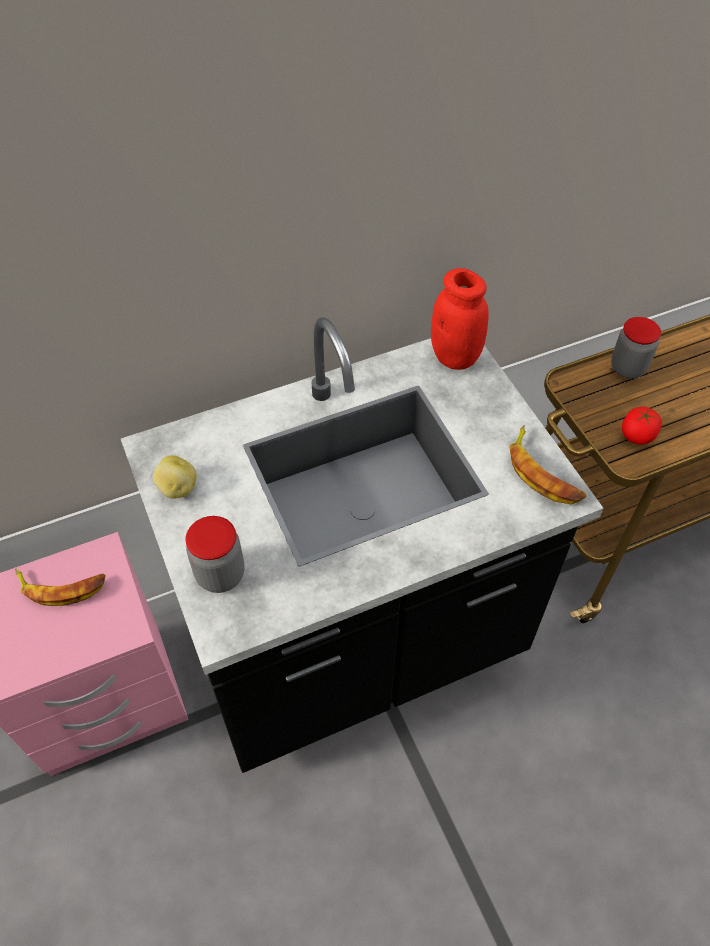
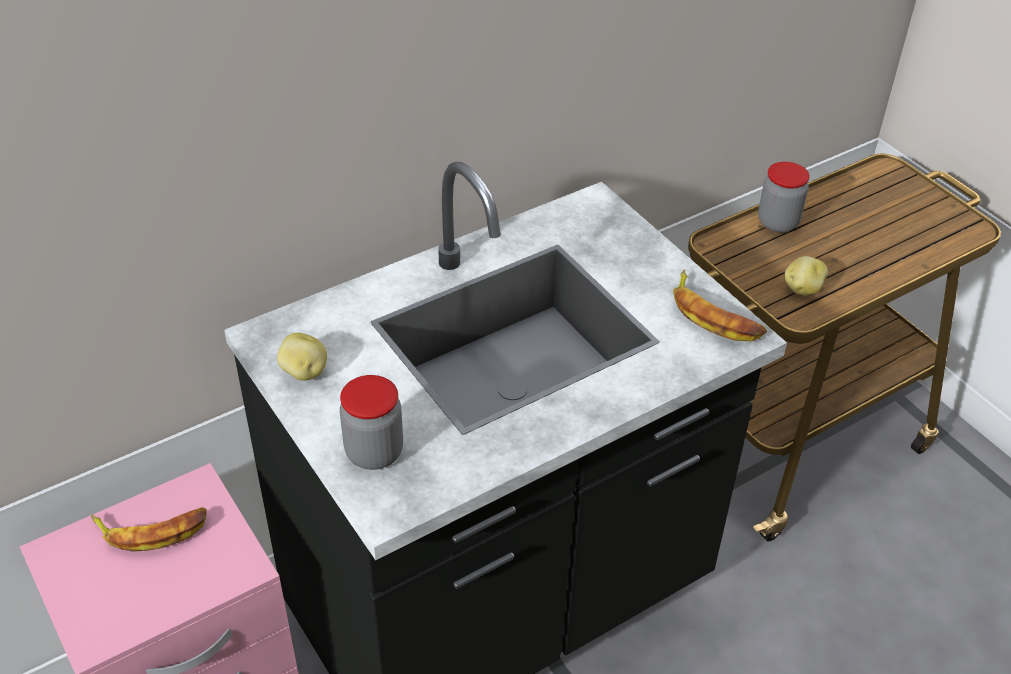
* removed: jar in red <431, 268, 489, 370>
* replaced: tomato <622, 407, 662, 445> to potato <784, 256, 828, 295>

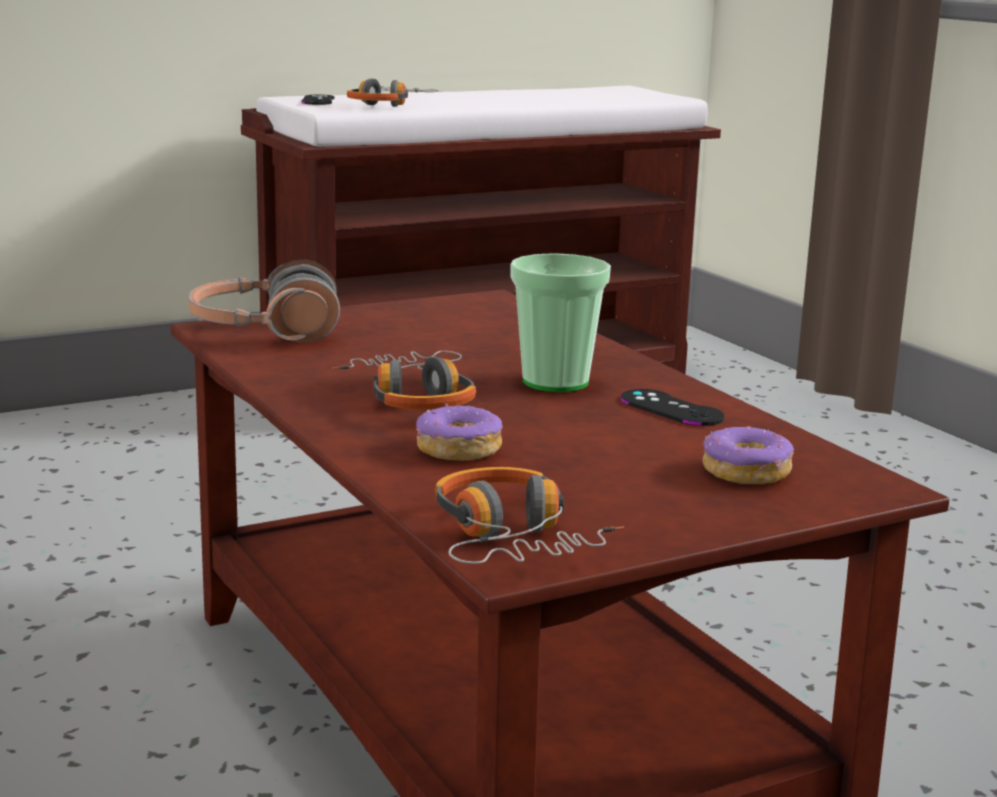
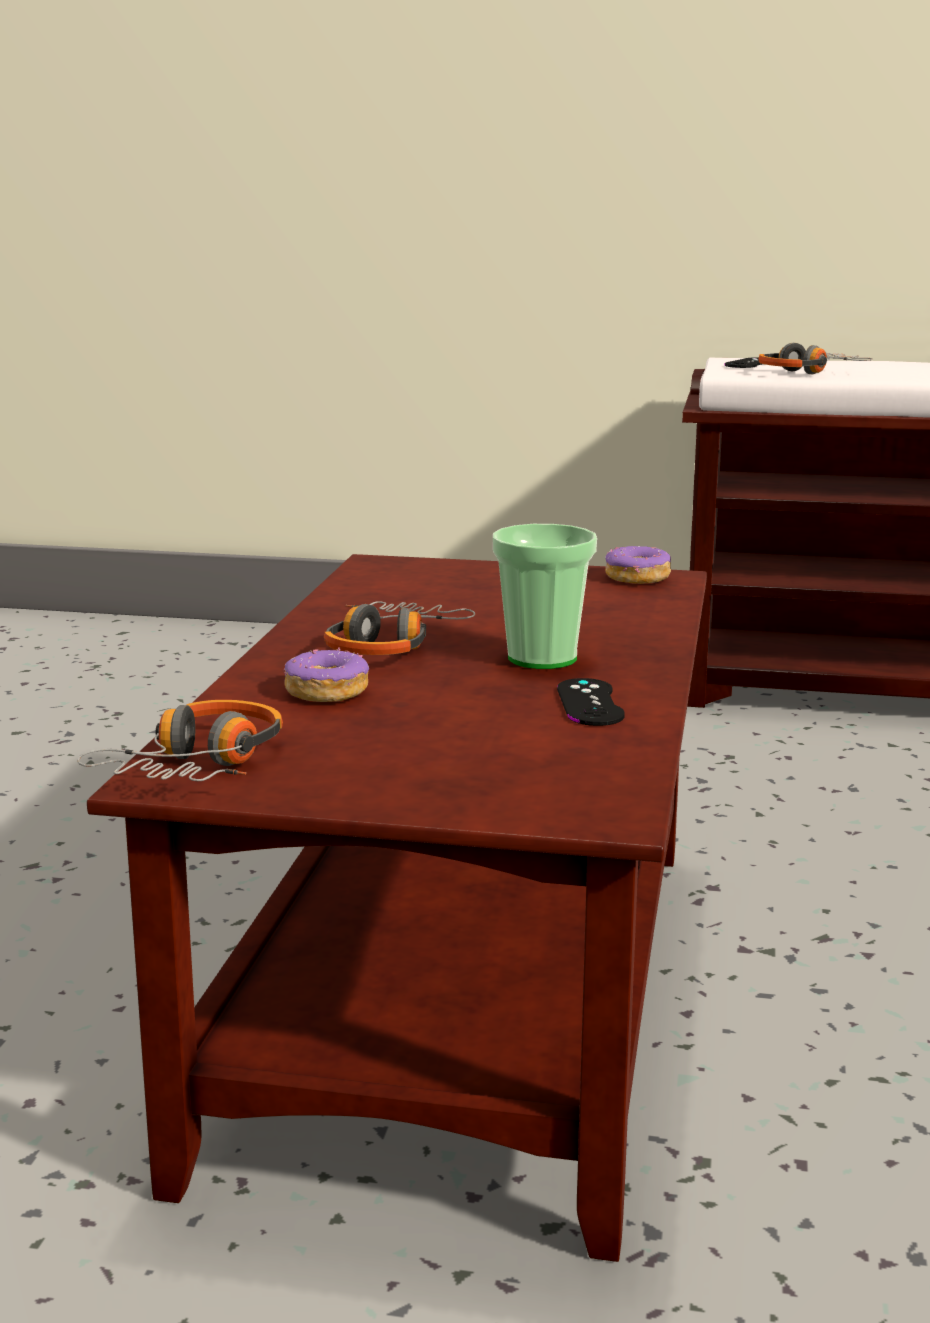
* removed: headphones <189, 259, 340, 343>
* moved: donut <703, 426, 794, 484> to <605, 546, 671, 584>

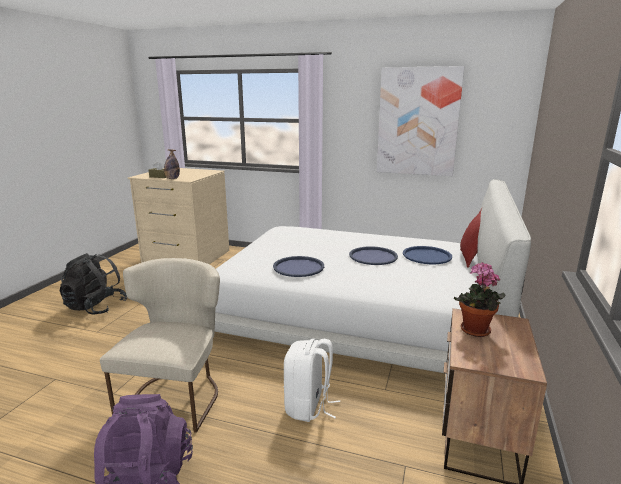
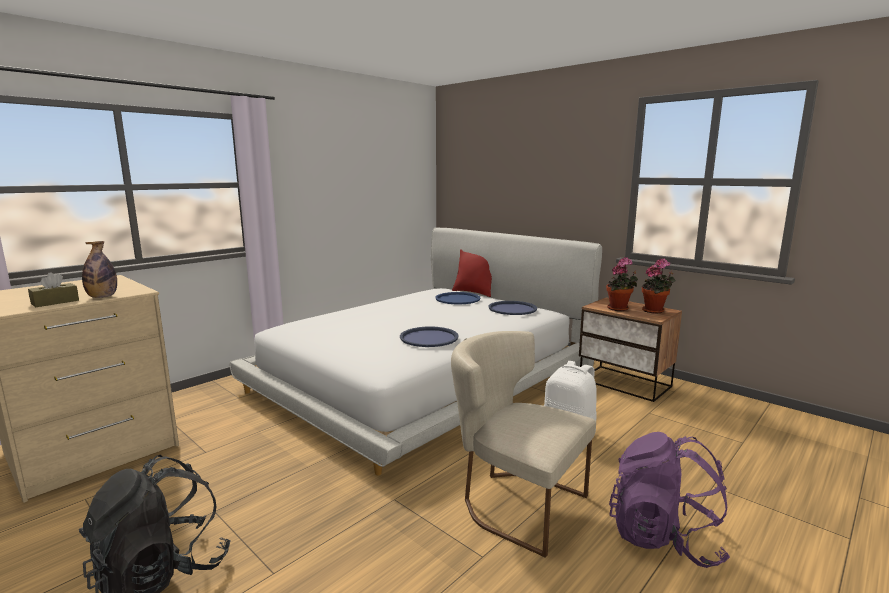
* removed: picture <377, 66, 464, 176>
* moved: tray in blue <349, 246, 398, 265> to <488, 301, 537, 315>
* added: potted plant <642, 258, 676, 314>

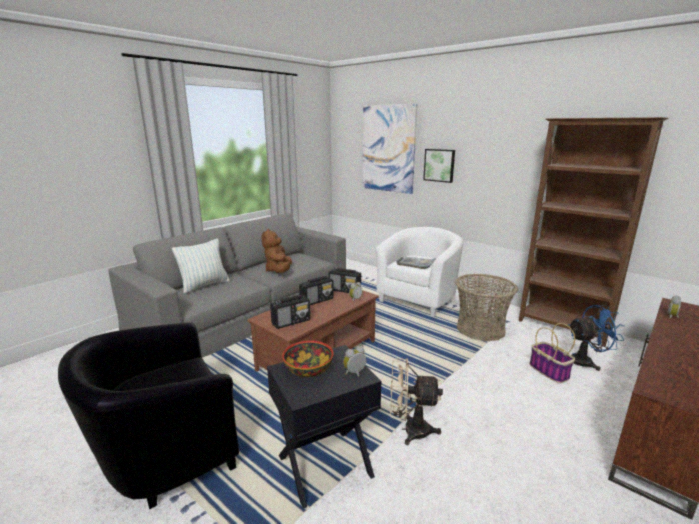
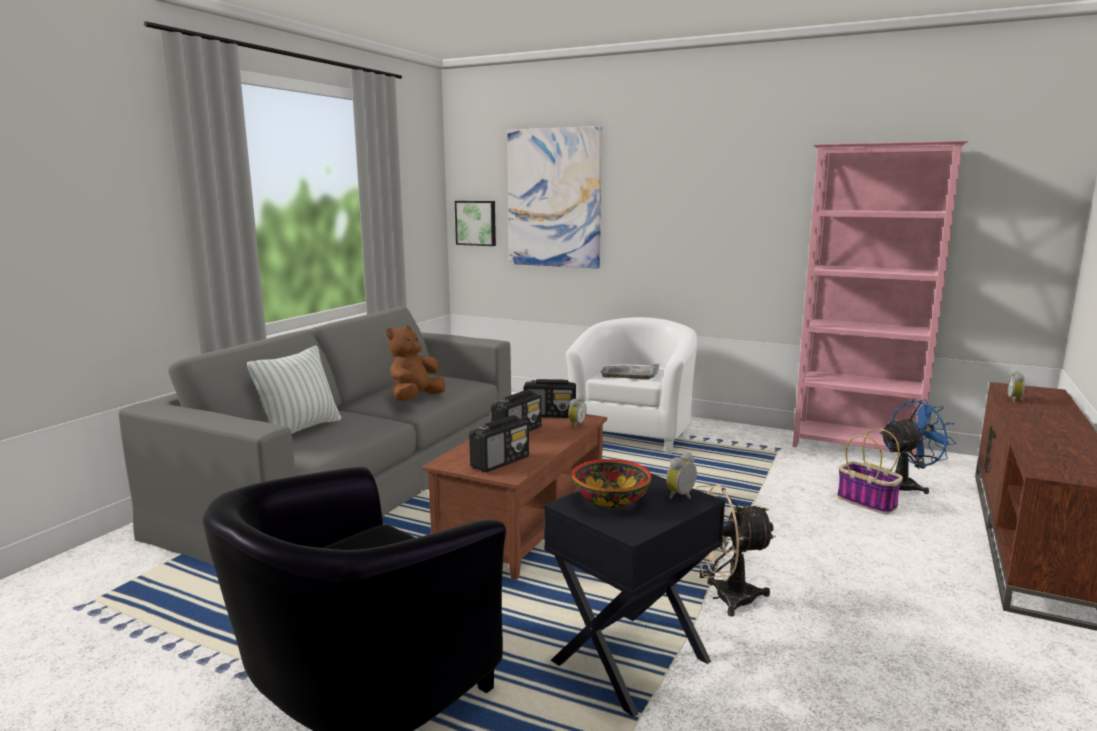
* recoloured: bookcase in brown <519, 117, 668, 346> to bookcase in pink <792, 140, 969, 464>
* moved: picture <423, 149, 455, 183> to <455, 201, 496, 246>
* turned: plush toy in brown <261, 229, 292, 273> = <386, 325, 446, 401> 45 degrees clockwise
* removed: basket <455, 273, 518, 341>

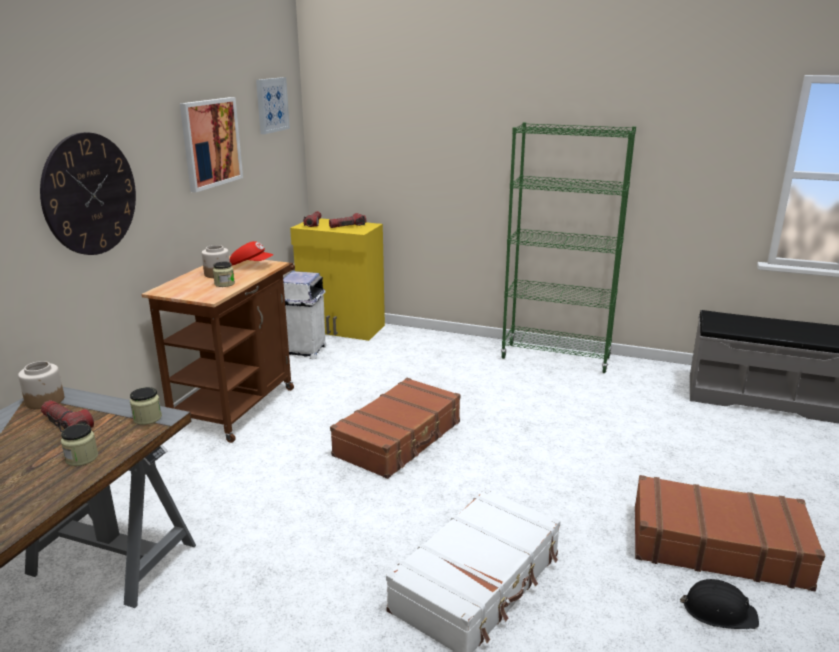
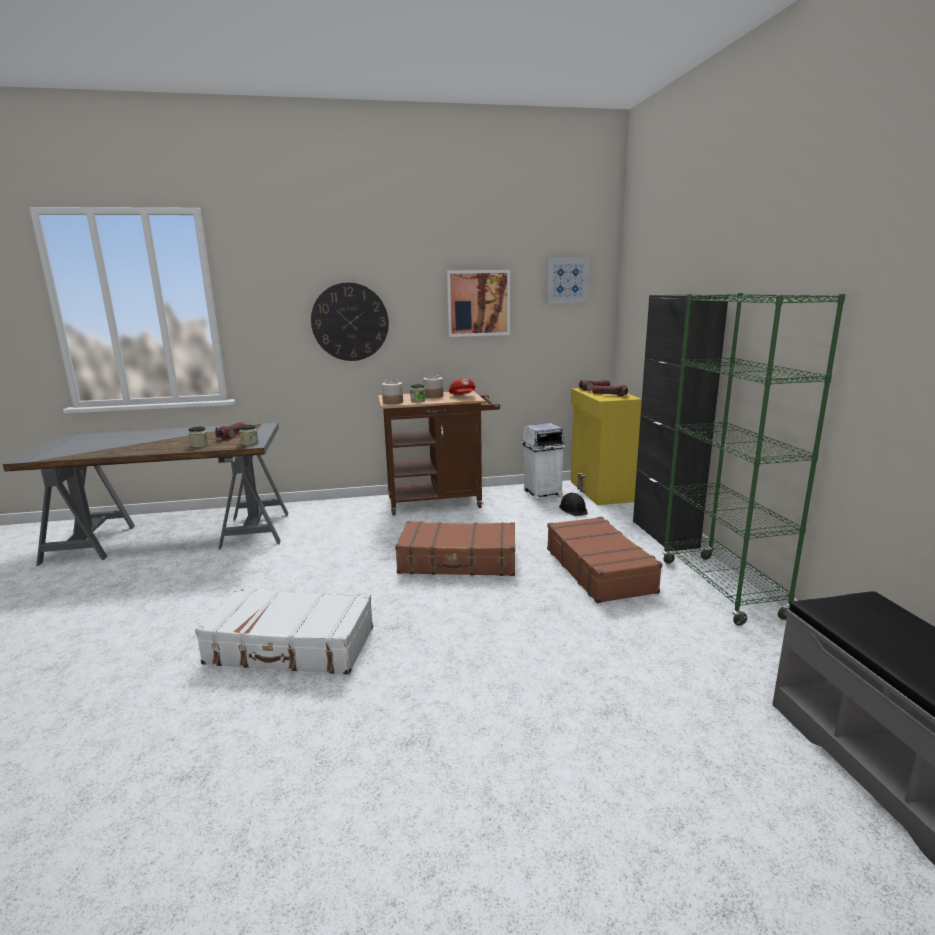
* moved: jar <18, 361, 64, 409> to <382, 379, 403, 404>
* moved: suitcase in brown <635, 475, 825, 591> to <547, 517, 663, 603>
* moved: hard hat in black <680, 579, 759, 629> to <559, 493, 588, 516>
* added: cabinet in black <633, 294, 728, 552>

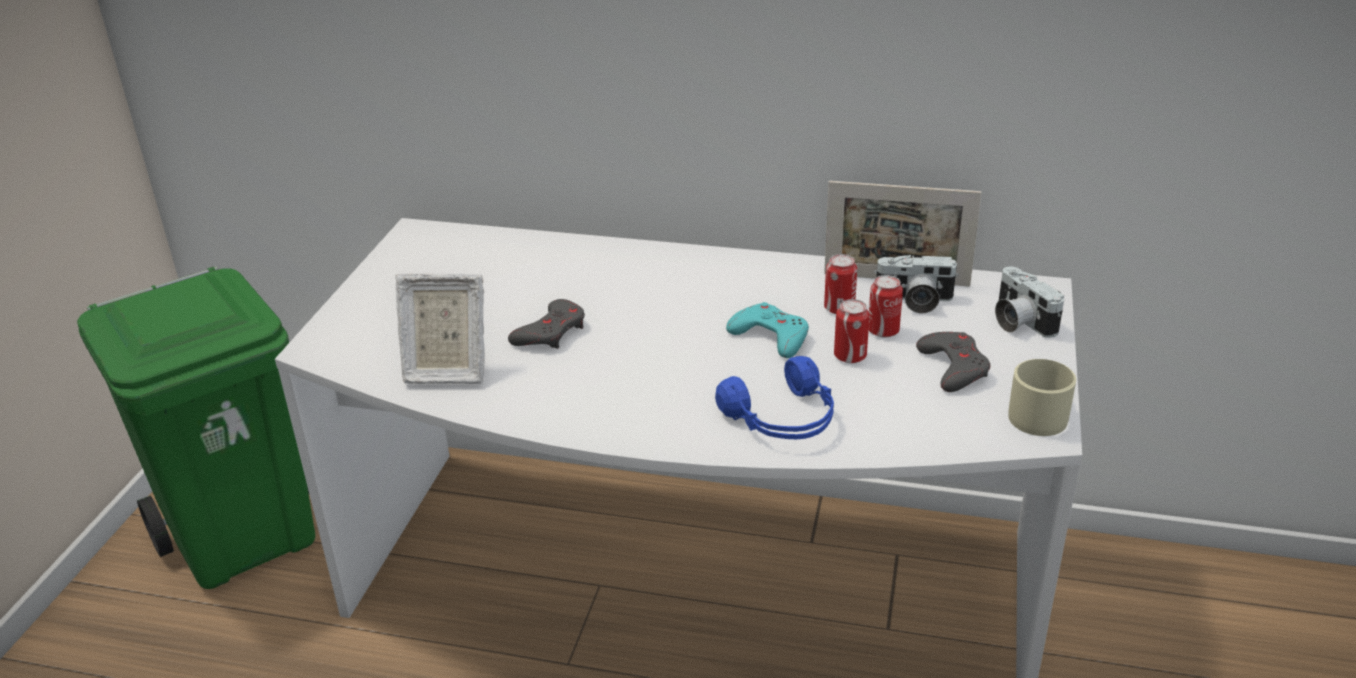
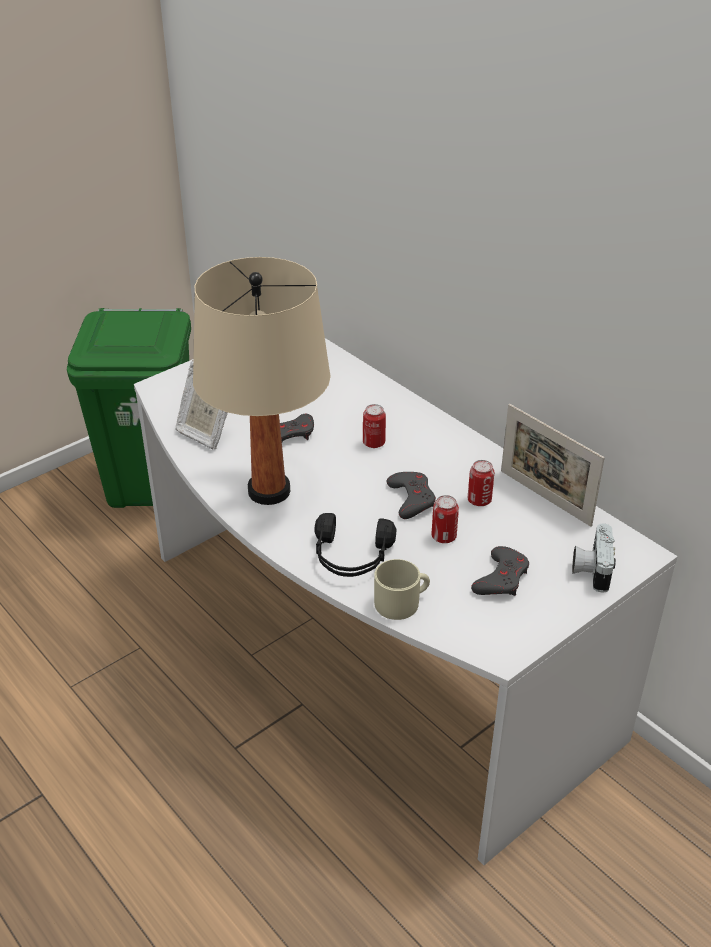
* removed: photo camera <874, 255, 959, 314>
* moved: can <869, 275, 903, 337> to <363, 404, 386, 448>
* recoloured: game controller in turquoise <726, 302, 809, 358> to game controller in grey <386, 472, 436, 519>
* recoloured: headphones in blue <715, 356, 834, 439> to headphones in black <314, 513, 396, 577>
* moved: mug in beige <1008, 359, 1076, 436> to <374, 559, 430, 620>
* added: table lamp in beige <193, 257, 331, 505>

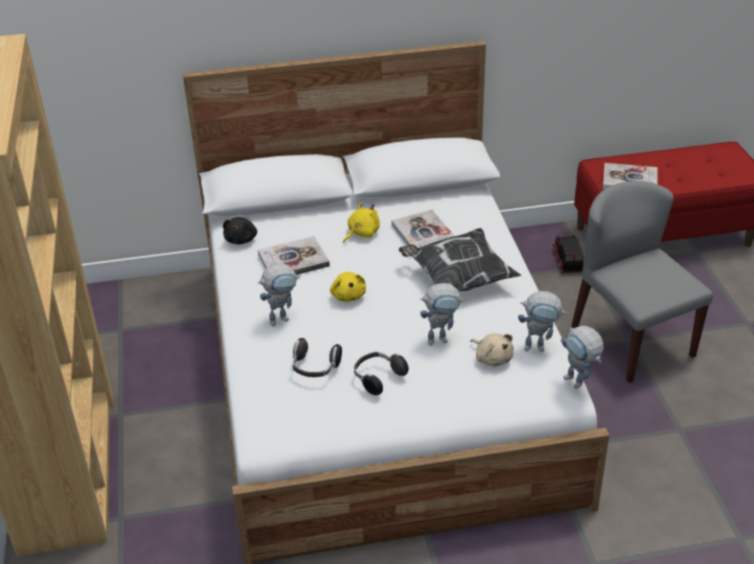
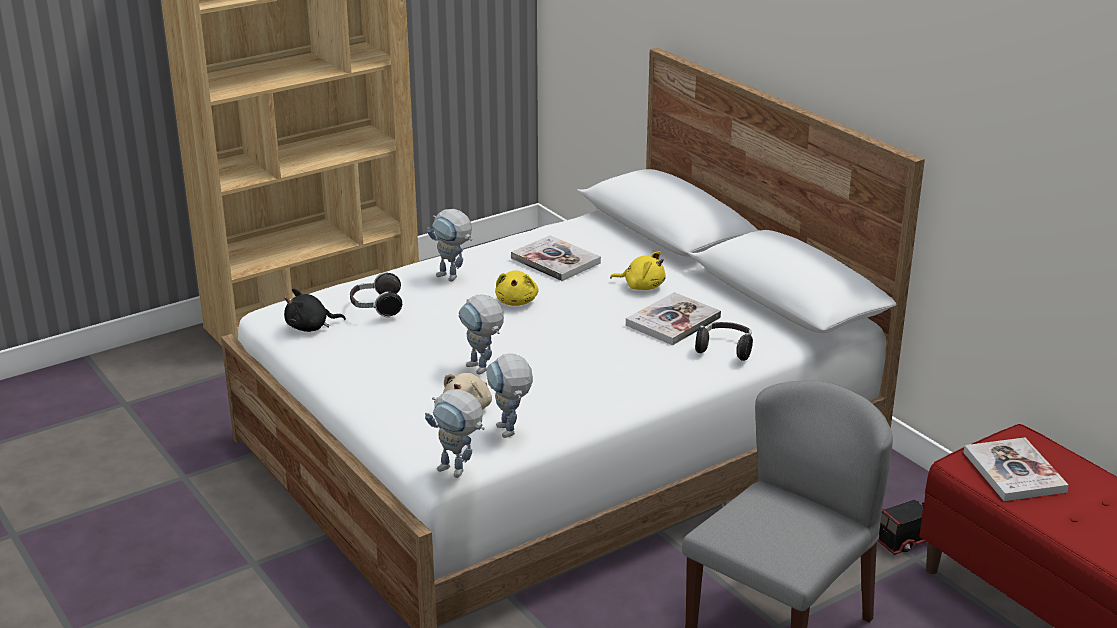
* moved: plush toy in black <223, 217, 257, 244> to <284, 288, 346, 332>
* removed: pillow <399, 228, 521, 291>
* turned: plush toy in yellow <330, 272, 366, 302> = <495, 270, 538, 306> 45 degrees counterclockwise
* turned: toy robot <561, 326, 604, 389> = <425, 389, 485, 478> 90 degrees counterclockwise
* moved: headphones <354, 352, 409, 395> to <695, 322, 753, 361>

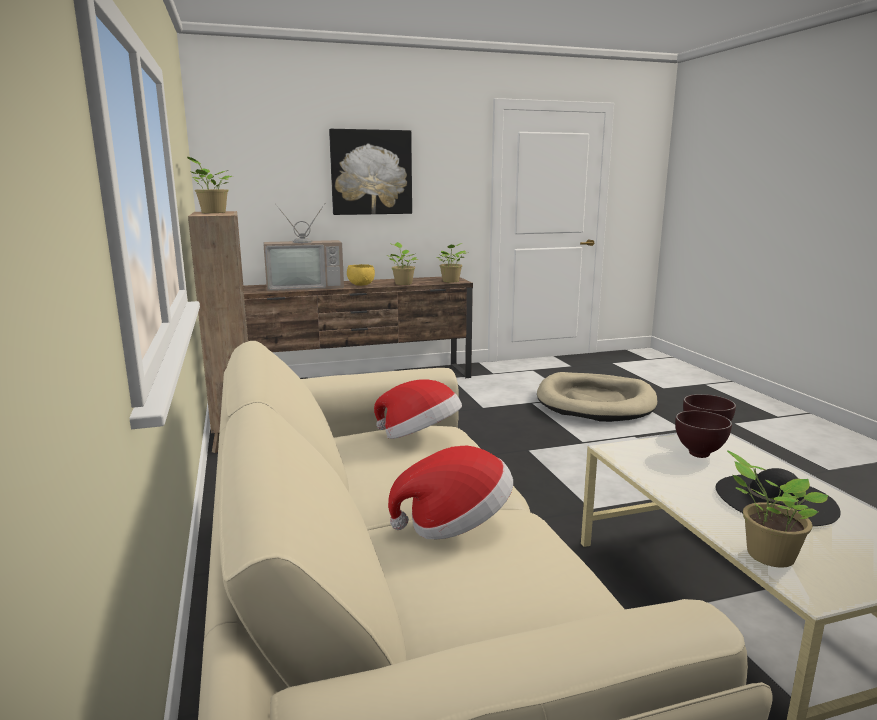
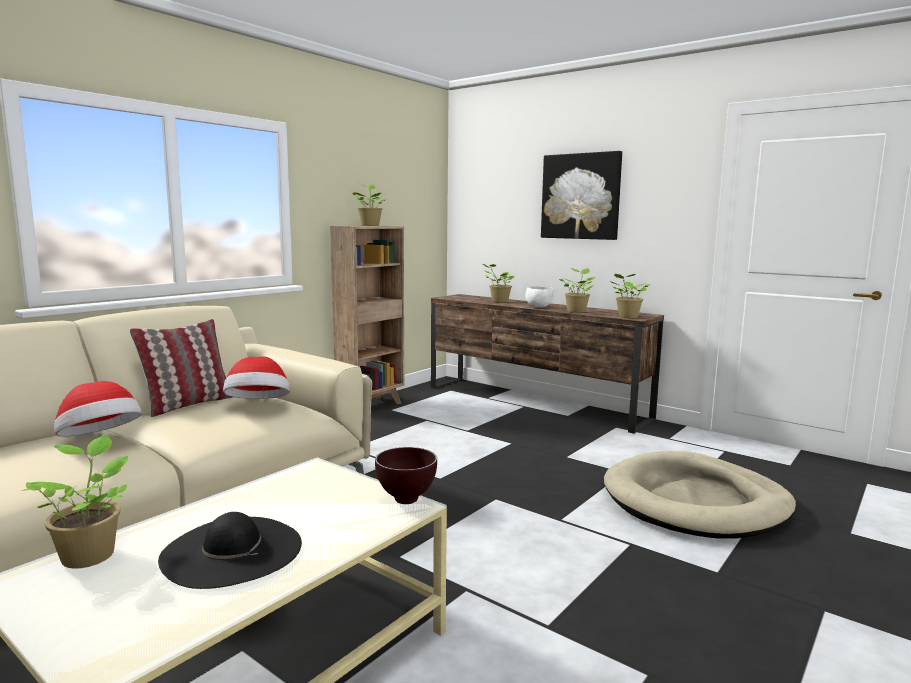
* replaced: television <263, 205, 344, 291> to potted plant <483, 264, 515, 303>
* recoloured: bowl in yellow <347, 264, 375, 286> to bowl in white <526, 286, 554, 307>
* removed: bowl in brown <675, 411, 732, 458>
* added: pillow <130, 319, 233, 417>

